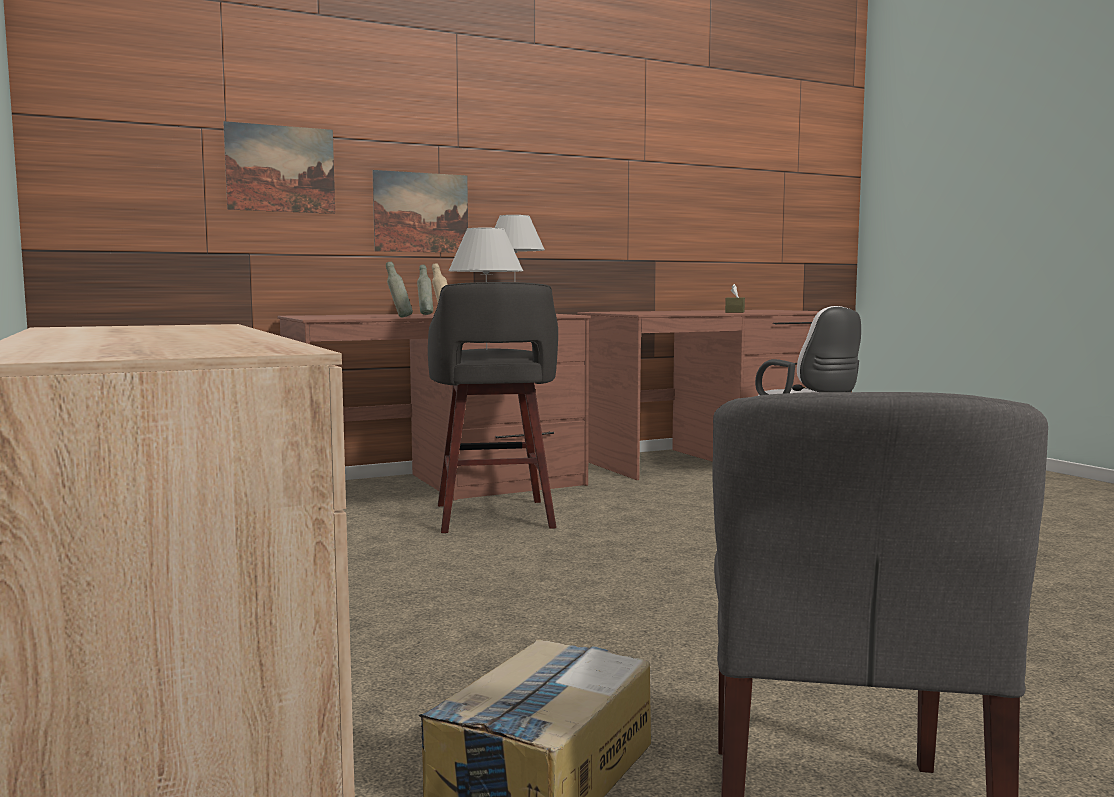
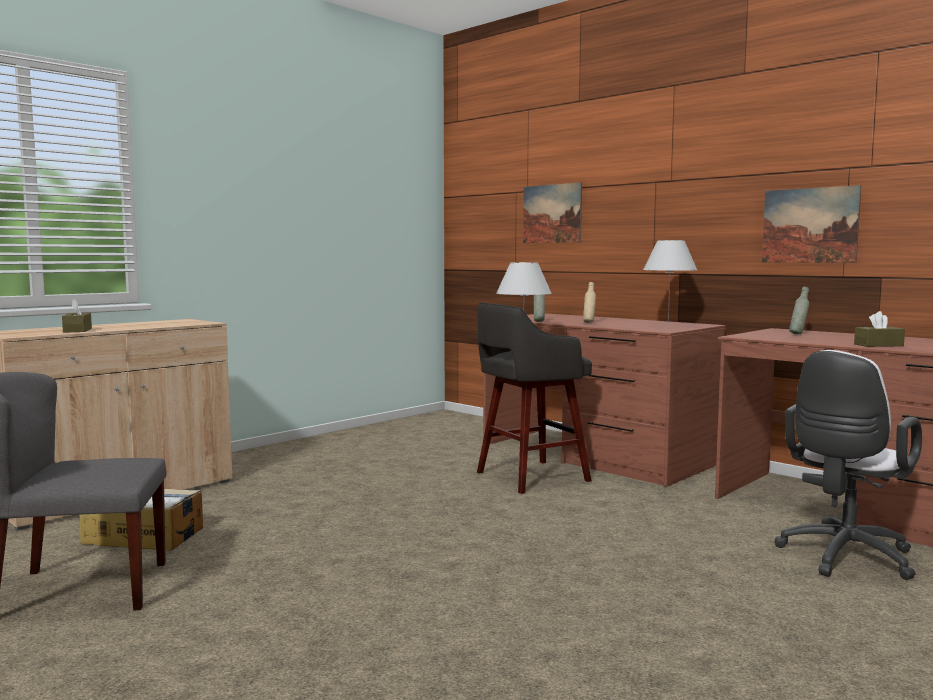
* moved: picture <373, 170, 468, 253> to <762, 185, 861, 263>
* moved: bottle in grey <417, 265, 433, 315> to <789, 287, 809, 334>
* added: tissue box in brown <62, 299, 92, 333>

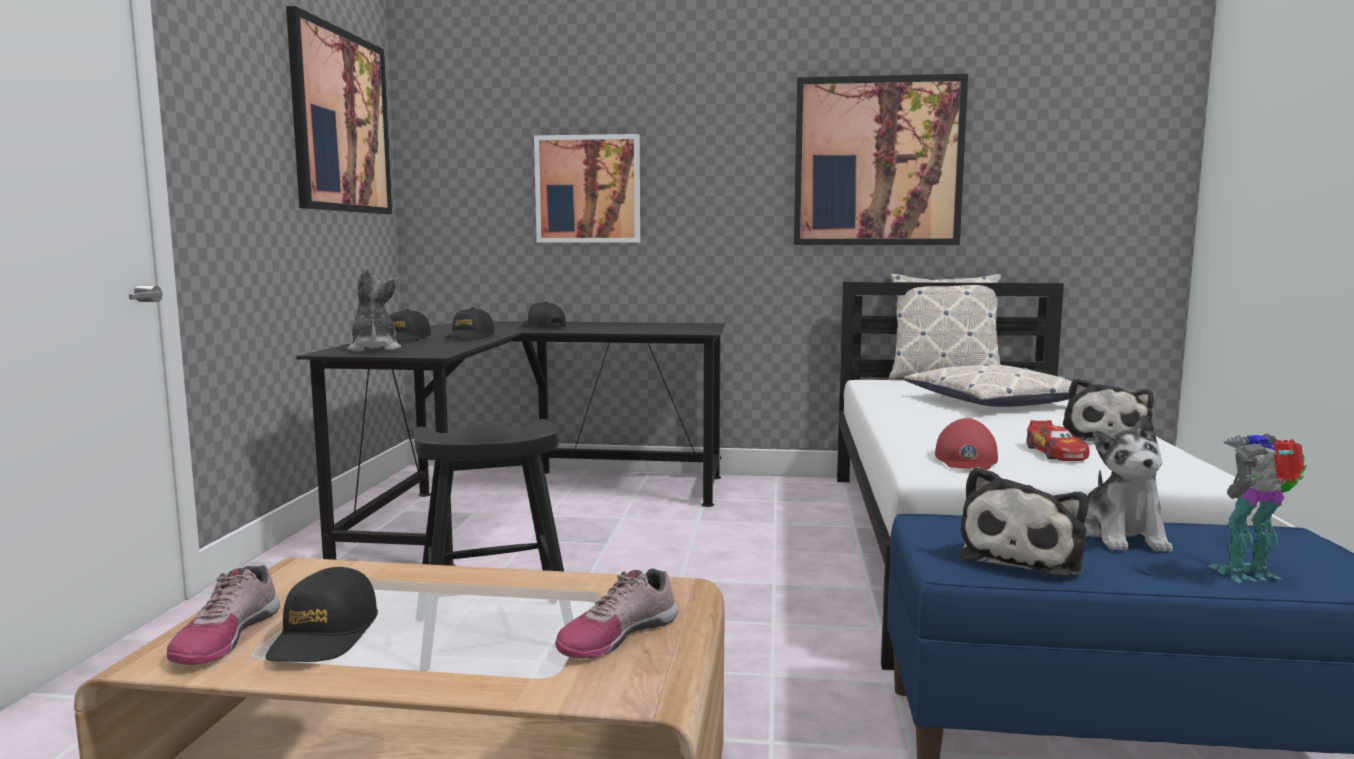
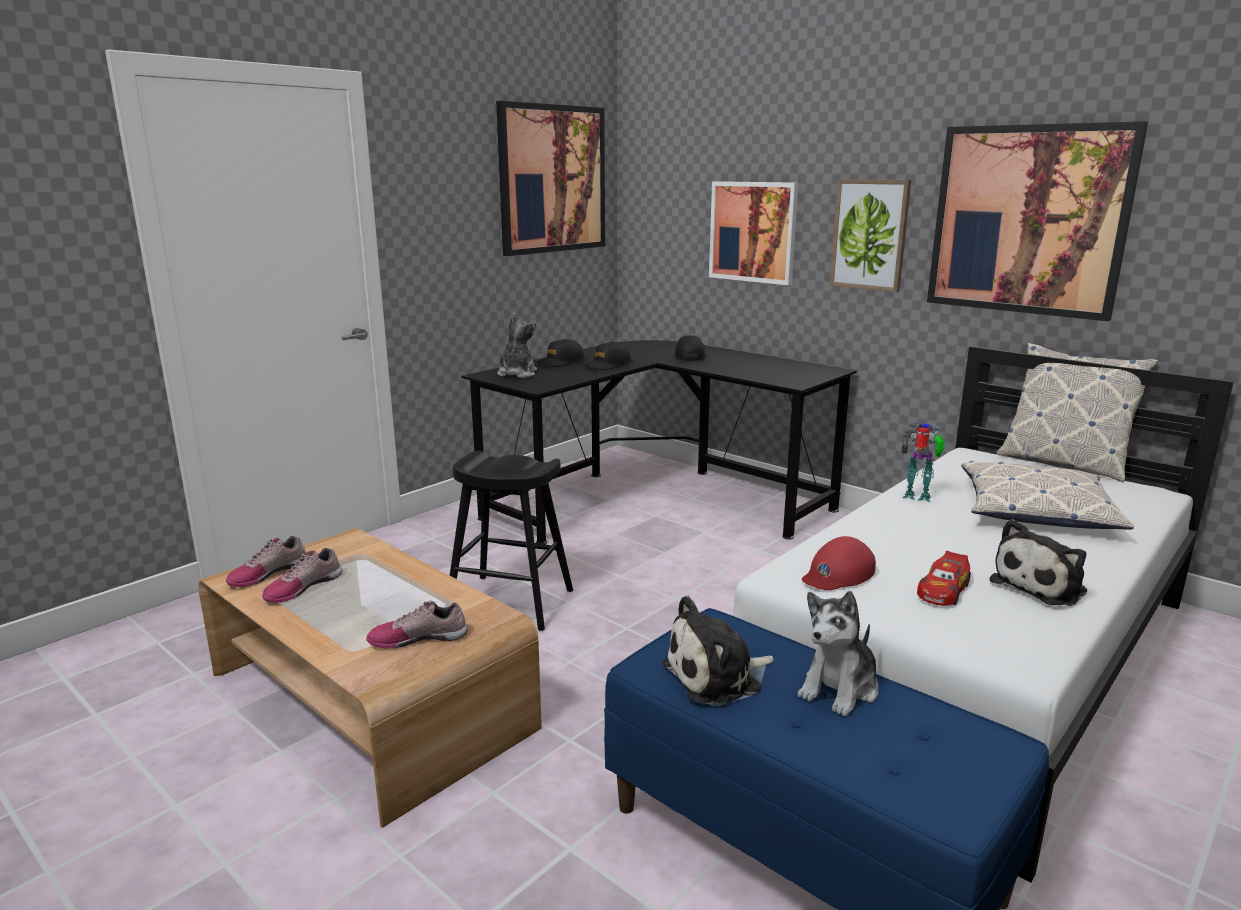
* moved: toy robot <1209, 434, 1307, 582> to <901, 422, 945, 502>
* replaced: cap in black <266, 567, 378, 662> to shoe <262, 548, 342, 603>
* added: picture <829, 179, 911, 292>

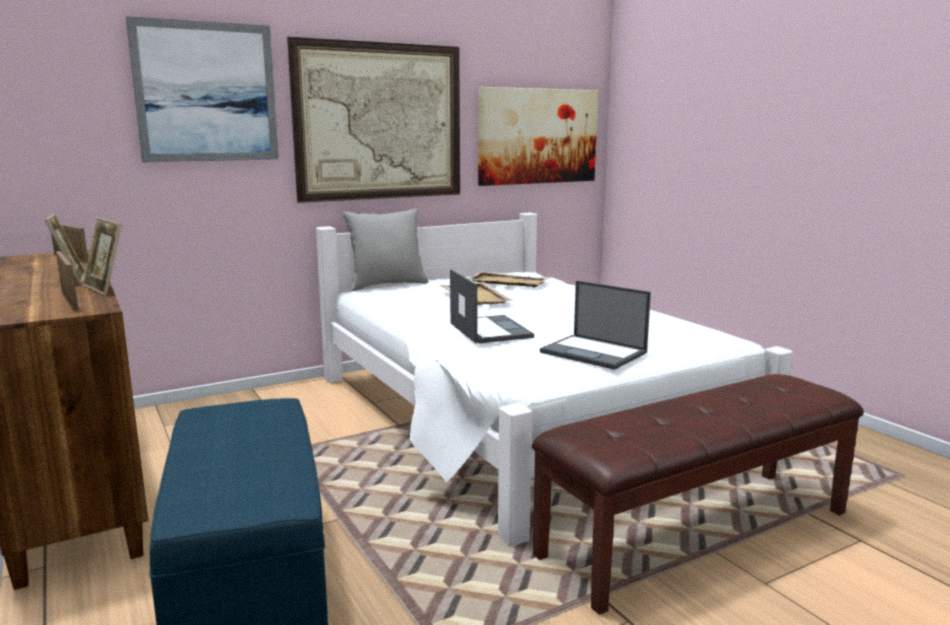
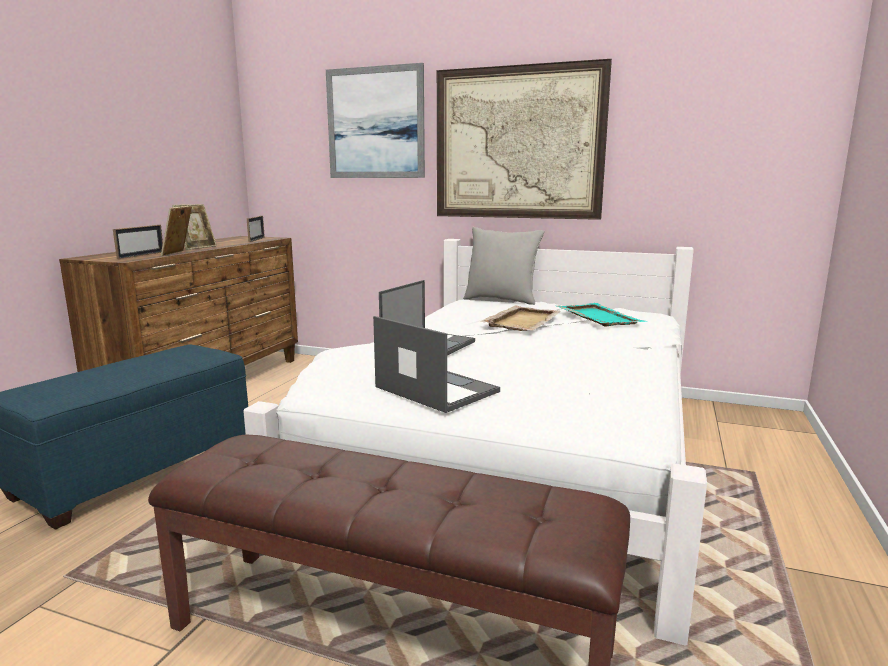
* removed: picture <478, 87, 598, 186>
* recoloured: tray in beige <468, 271, 549, 287> to tray in turquoise <557, 303, 647, 327>
* turned: laptop <540, 281, 651, 370> = <373, 316, 500, 413> 135 degrees clockwise

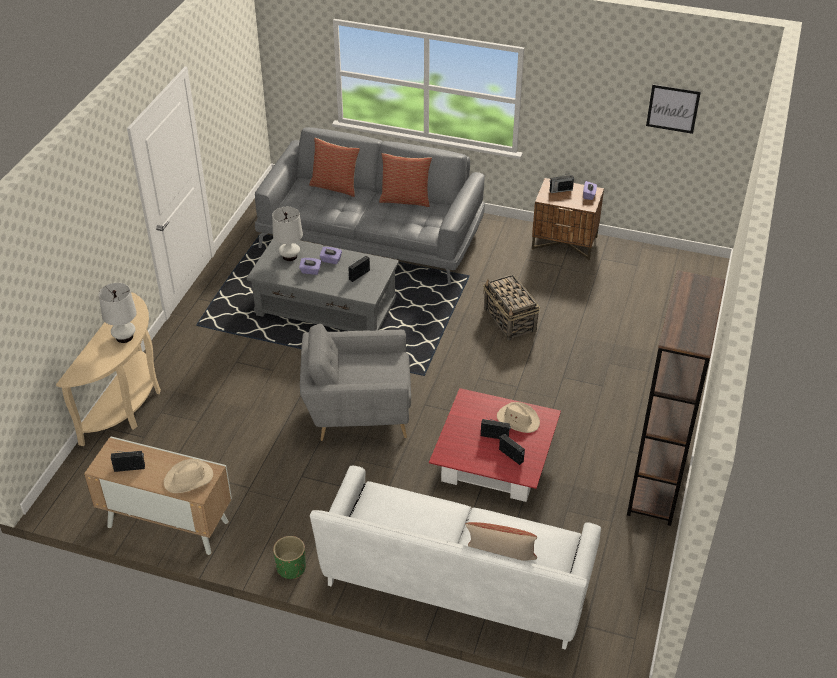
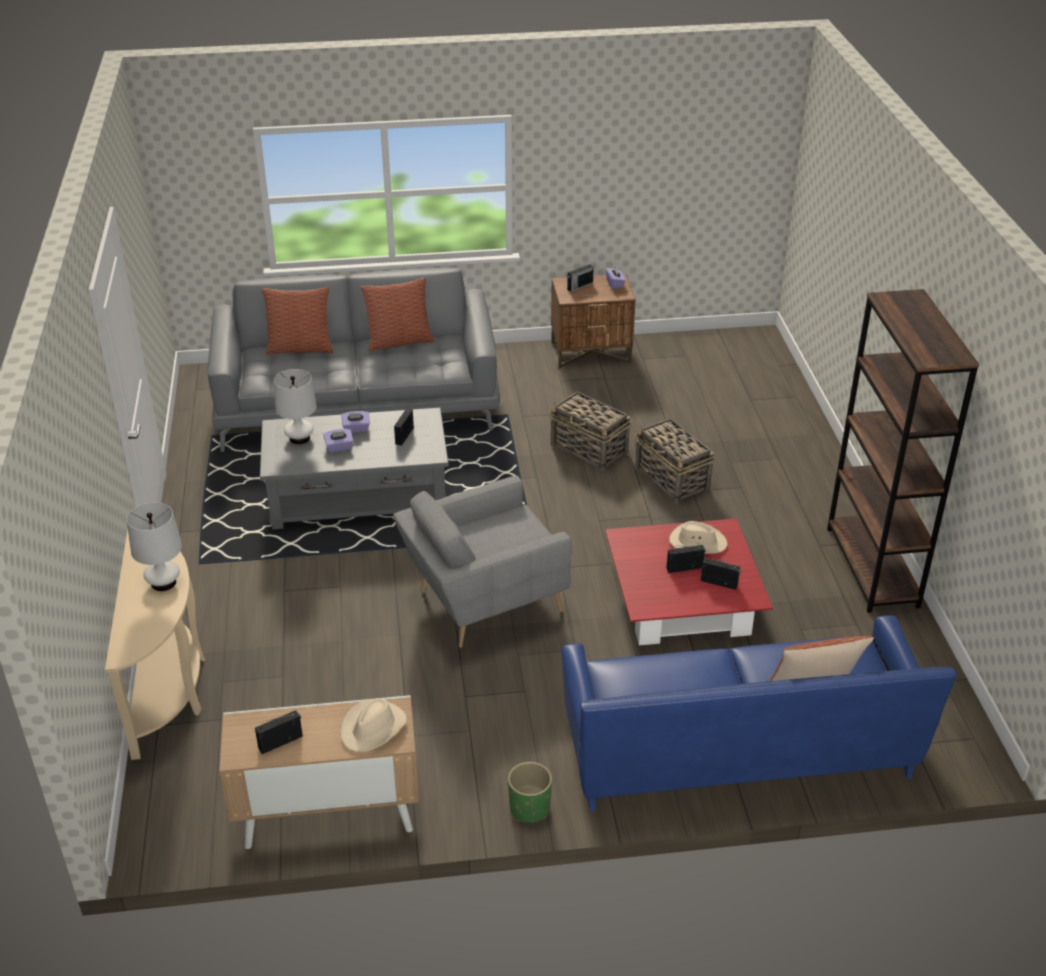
* removed: picture <646, 84, 701, 134>
* recoloured: sofa in white <310, 466, 601, 650> to sofa in blue <561, 615, 956, 812>
* added: basket <635, 418, 715, 503>

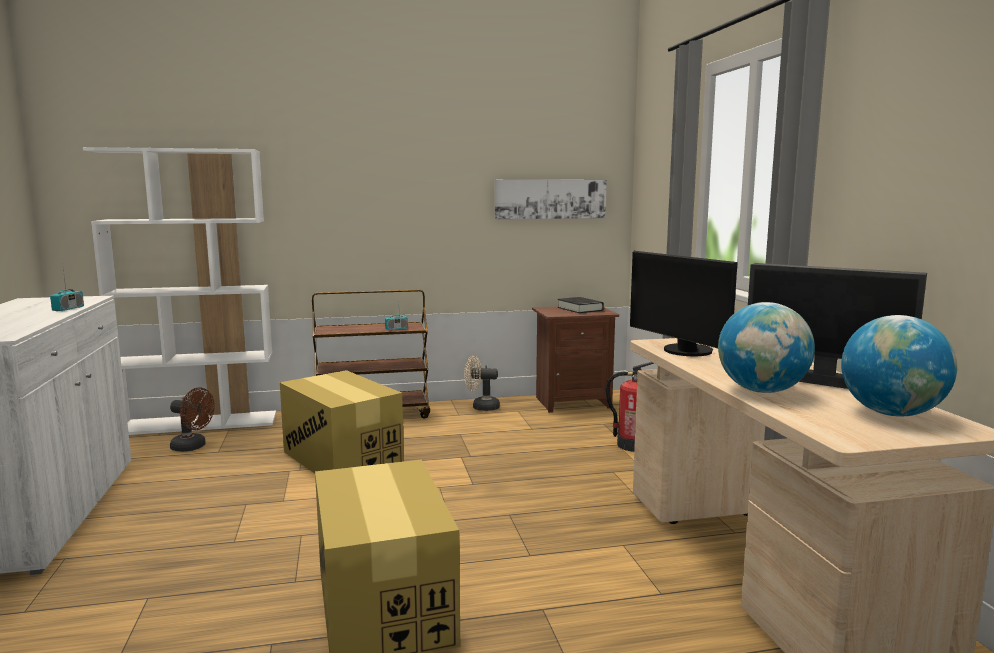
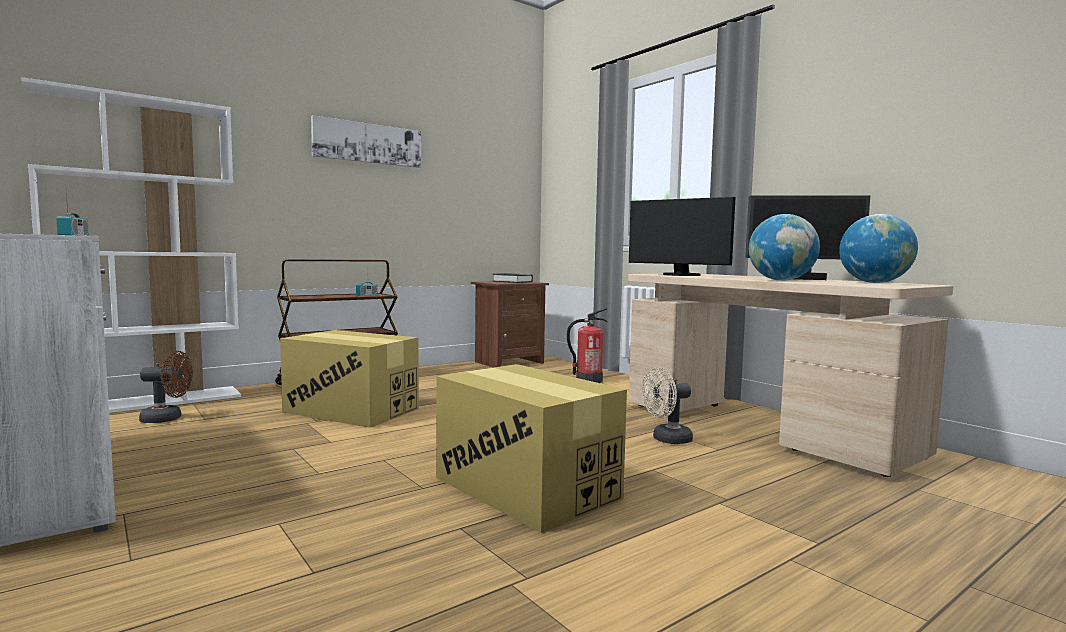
* moved: picture <495, 180, 607, 219> to <311, 115, 421, 168>
* moved: fan in beige <464, 356, 500, 411> to <642, 367, 693, 444>

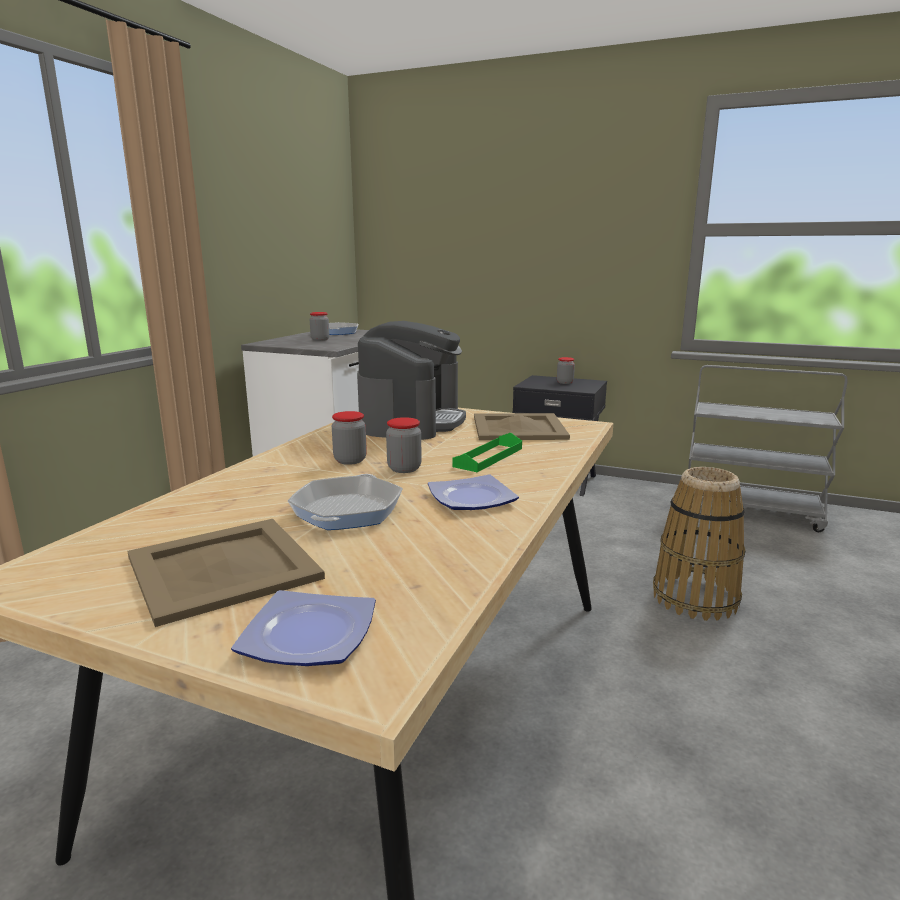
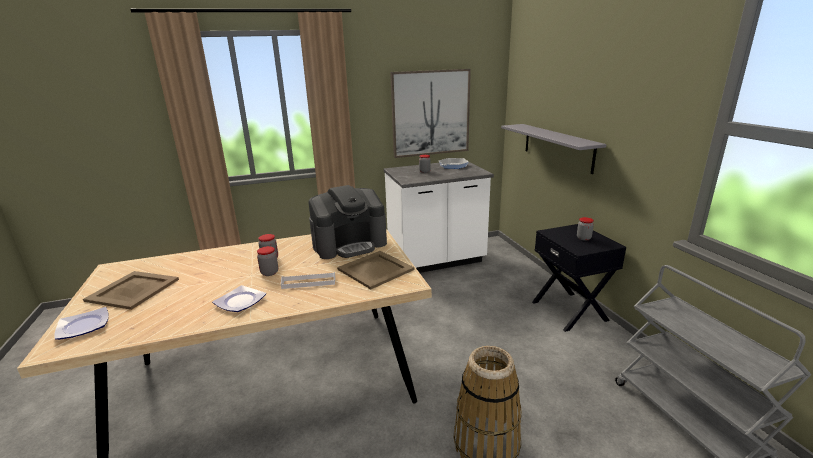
* recoloured: tray in green <453, 433, 522, 472> to tray in white <281, 272, 335, 289>
* removed: frying pan <288, 474, 403, 530>
* added: picture <390, 69, 471, 158>
* added: shelf in grey <501, 124, 607, 174>

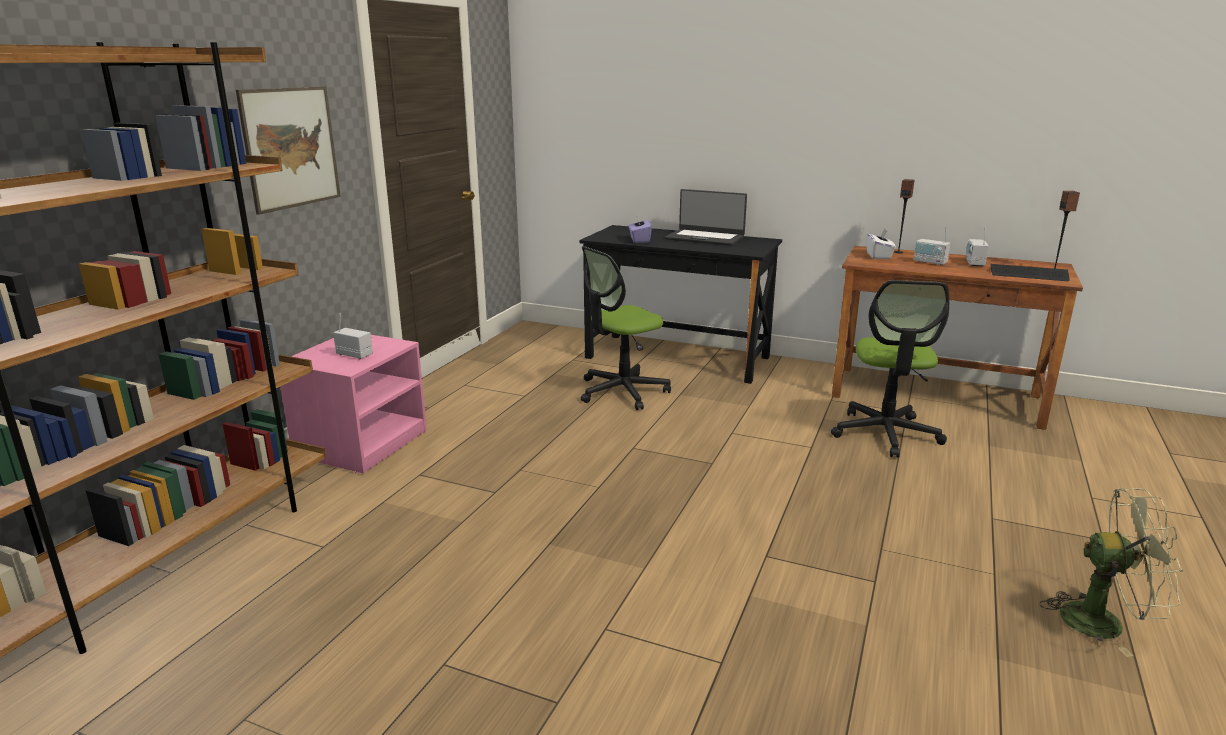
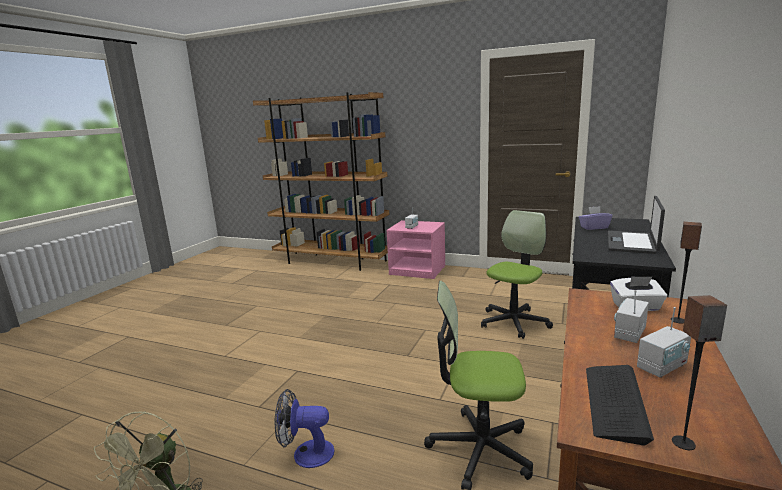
* removed: picture <236, 86, 341, 215>
* turned: radio <966, 228, 989, 266> = <637, 307, 691, 378> 135 degrees clockwise
* turned: office chair <581, 246, 671, 410> = <481, 210, 553, 339> 75 degrees clockwise
* added: fan <274, 389, 334, 468>

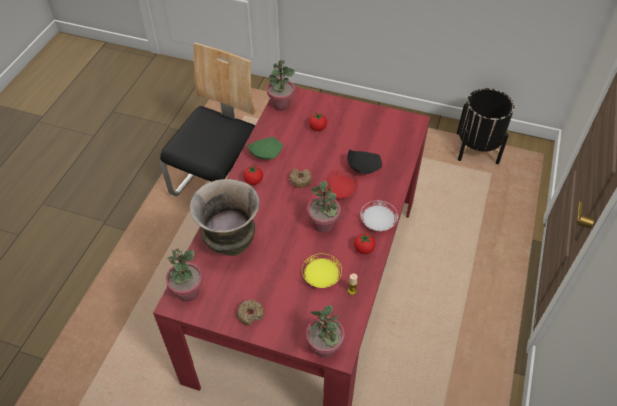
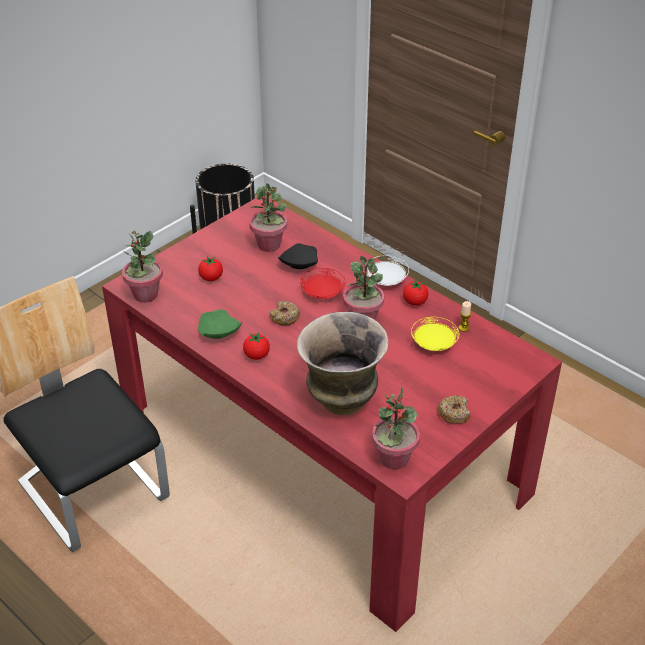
* moved: potted plant <306, 305, 345, 358> to <249, 183, 287, 252>

